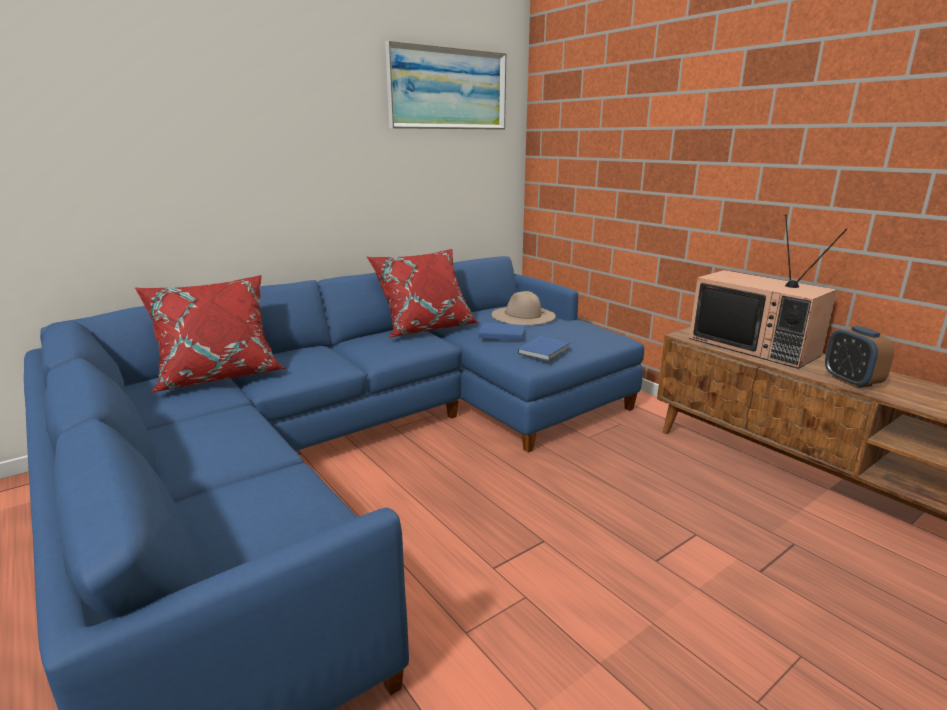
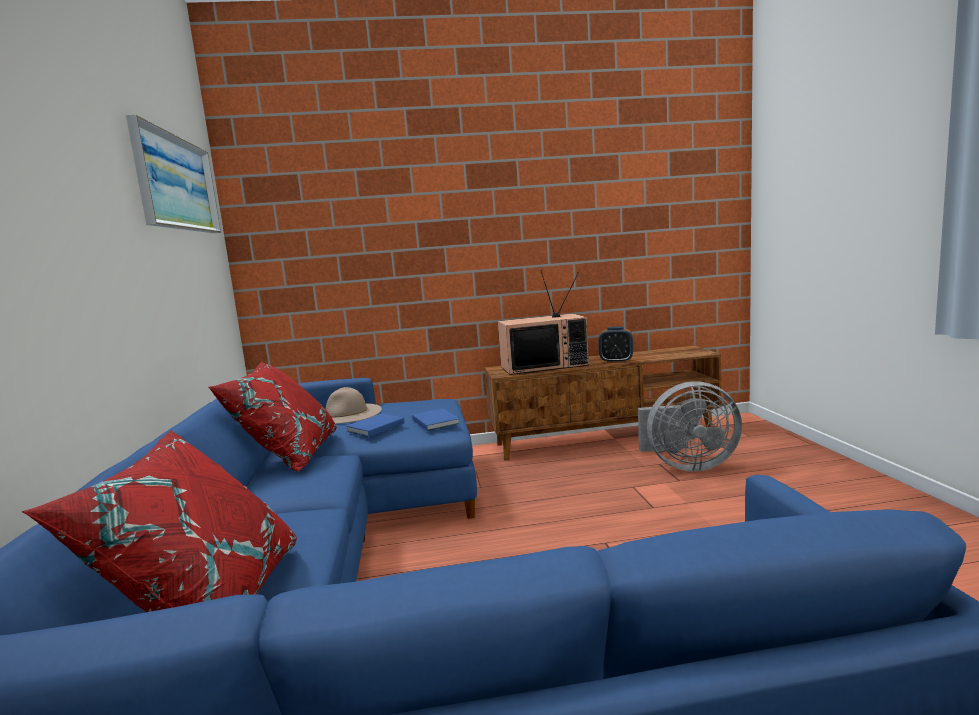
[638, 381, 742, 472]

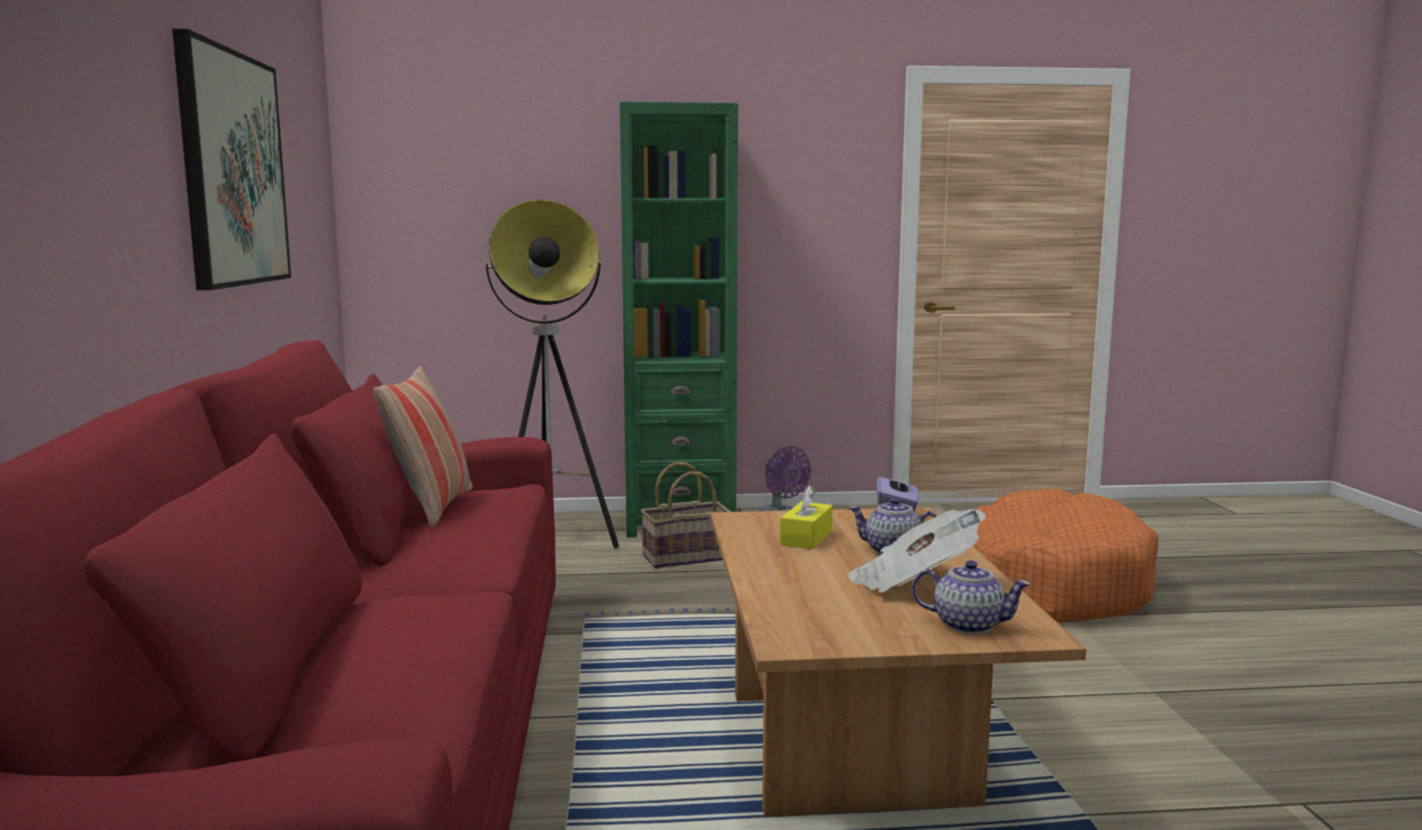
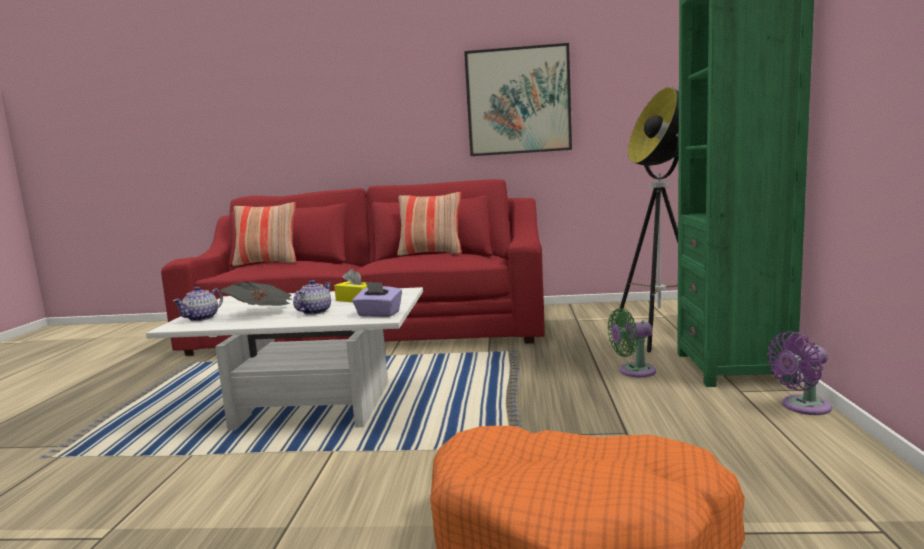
[232, 202, 296, 266]
[608, 308, 656, 377]
[146, 287, 423, 431]

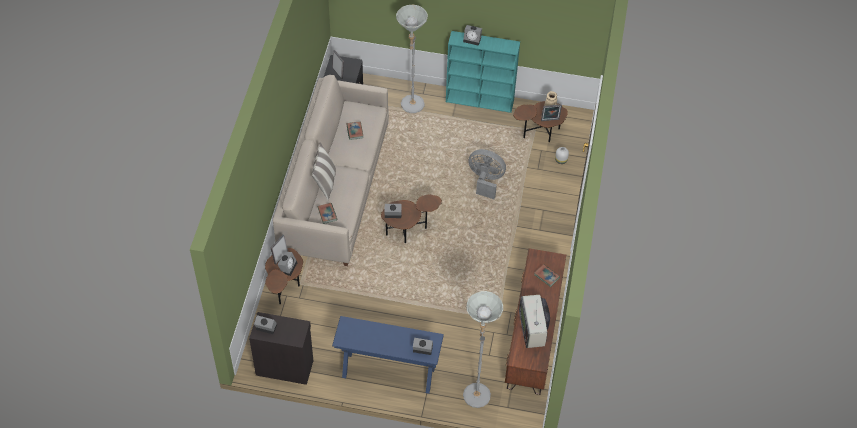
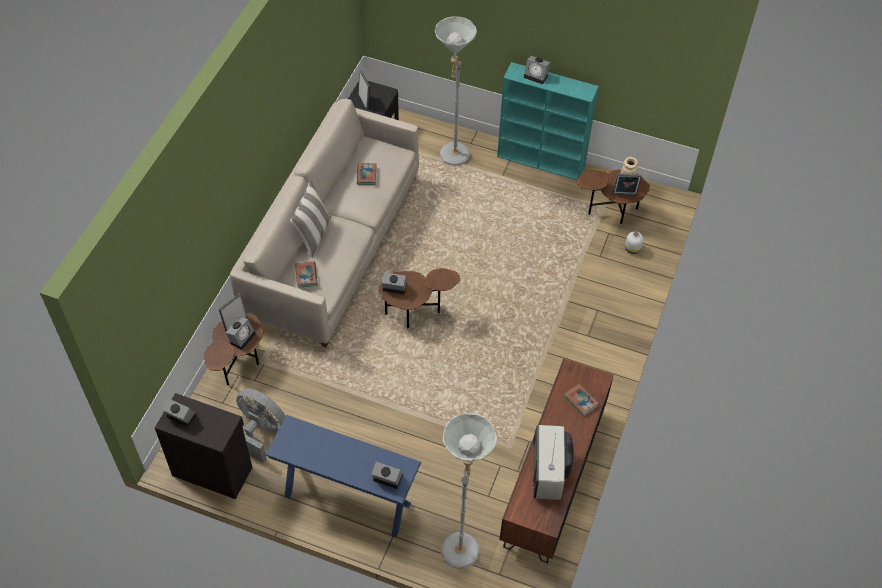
[236, 388, 286, 463]

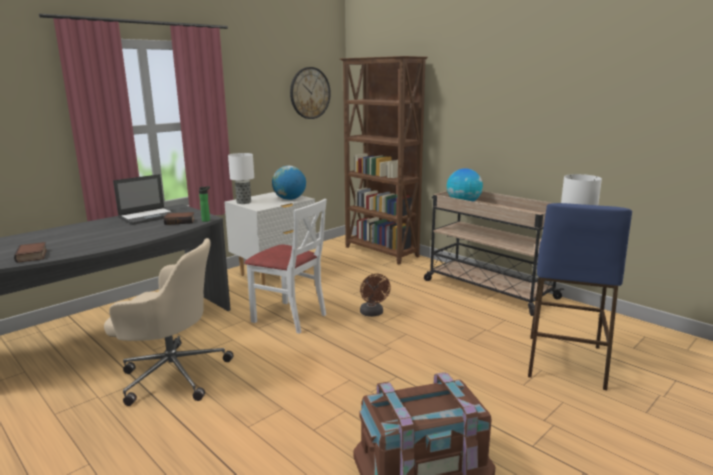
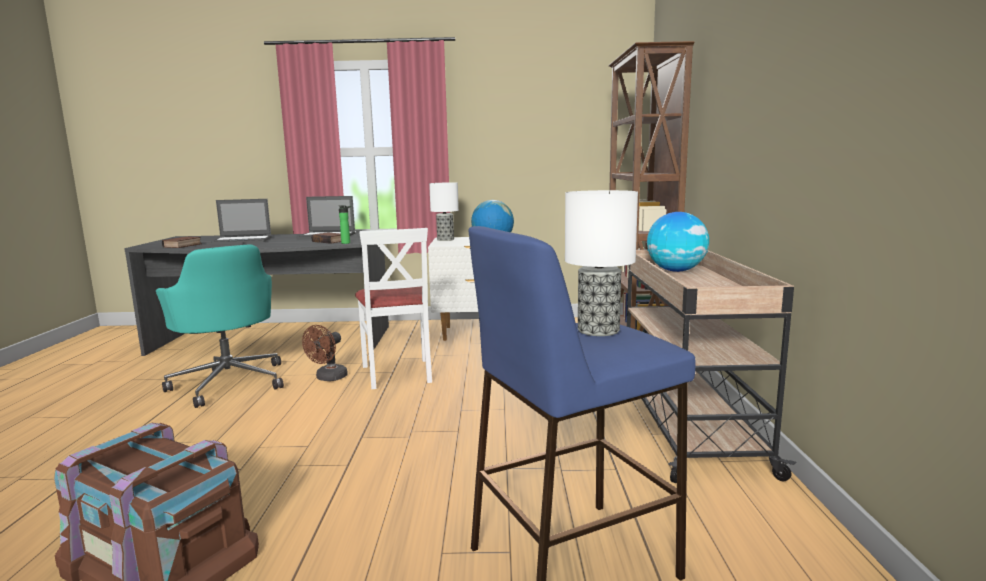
[290, 67, 331, 119] (first image)
[209, 199, 271, 245]
[302, 325, 348, 381]
[156, 244, 284, 408]

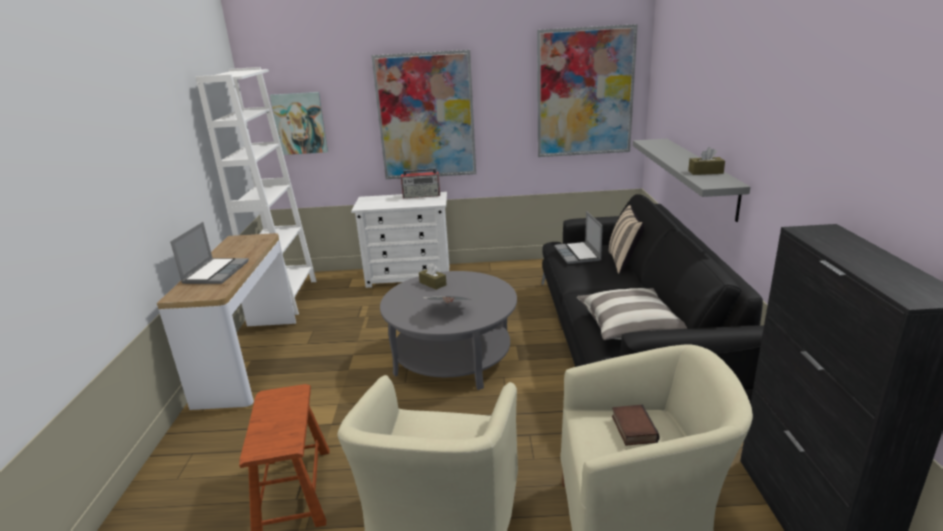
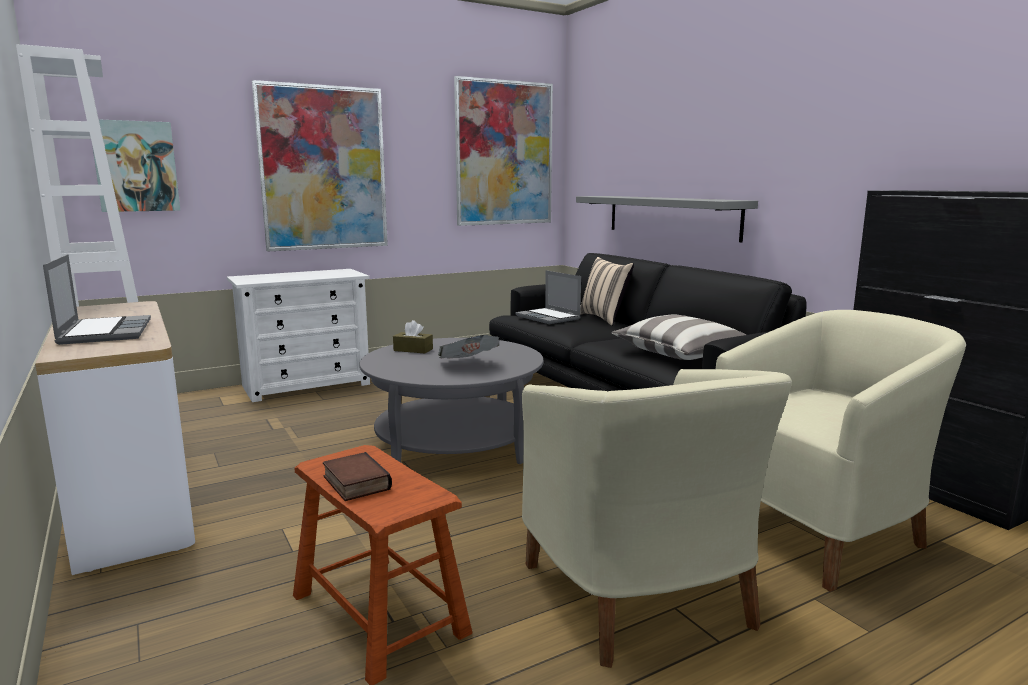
[401, 168, 440, 198] (first image)
[688, 147, 725, 175] (first image)
[323, 452, 392, 501]

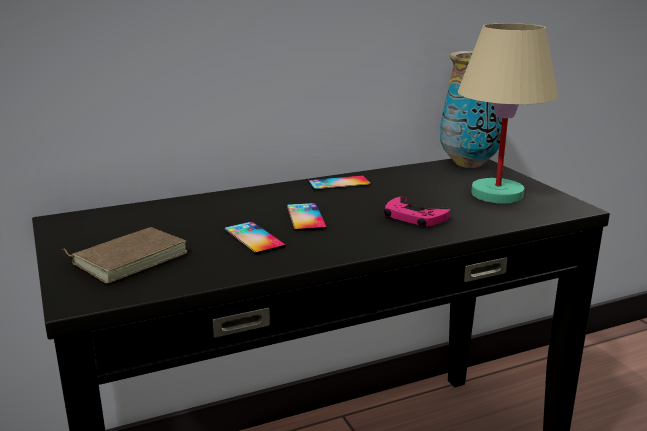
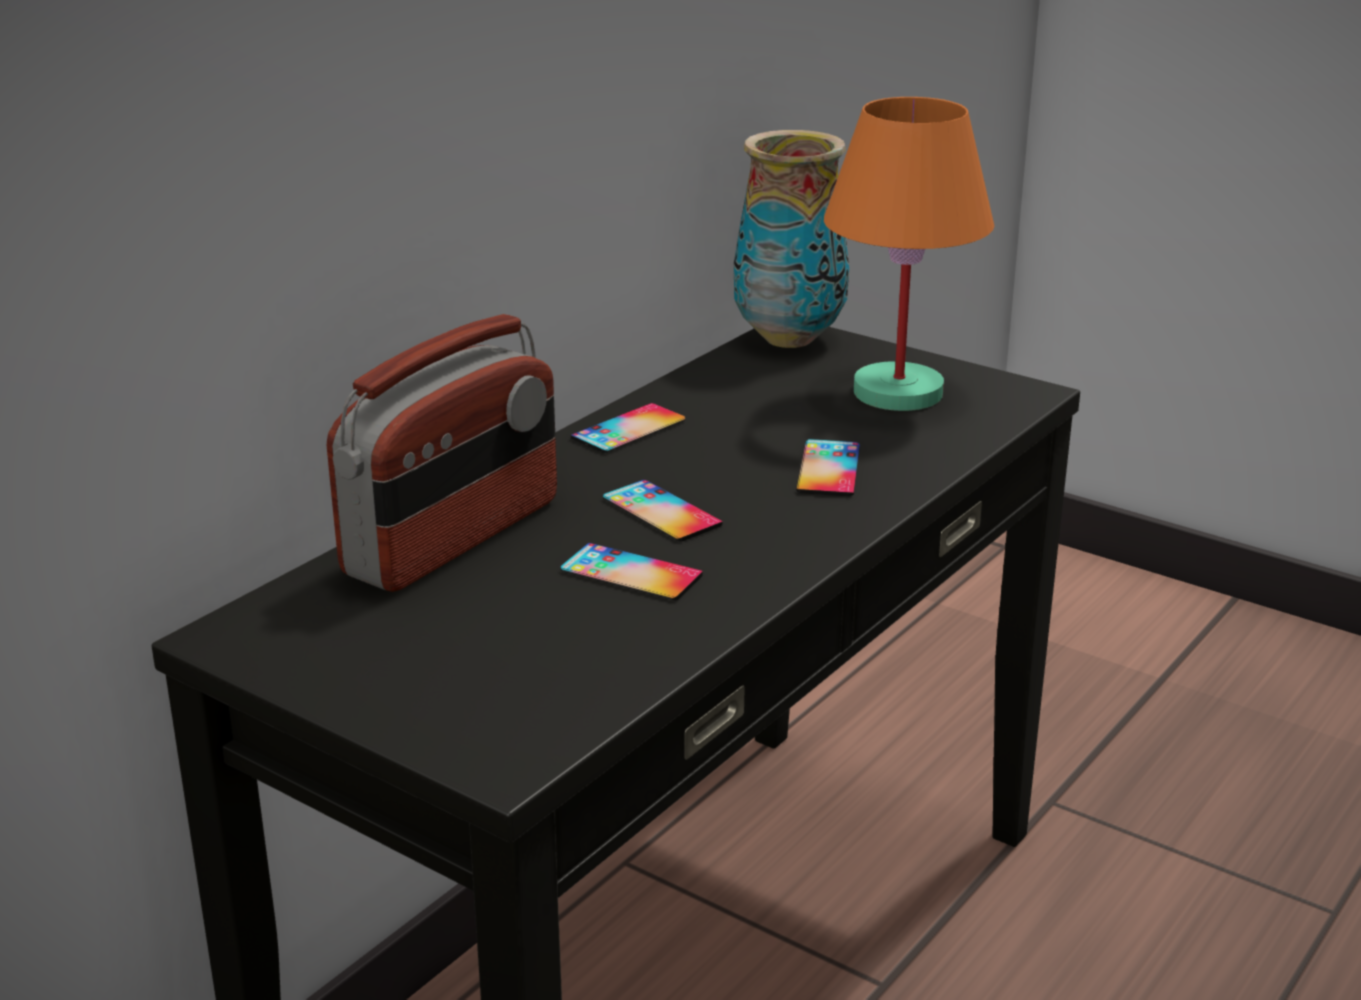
[61, 227, 187, 283] (first image)
[327, 314, 557, 592]
[796, 439, 860, 496]
[824, 97, 994, 411]

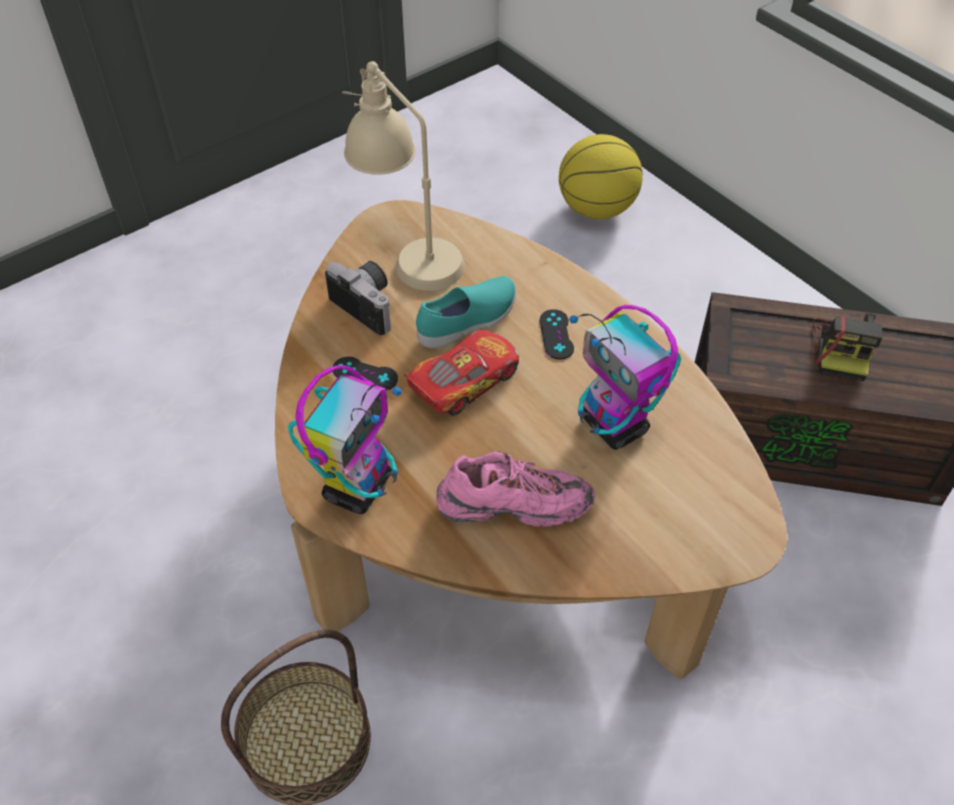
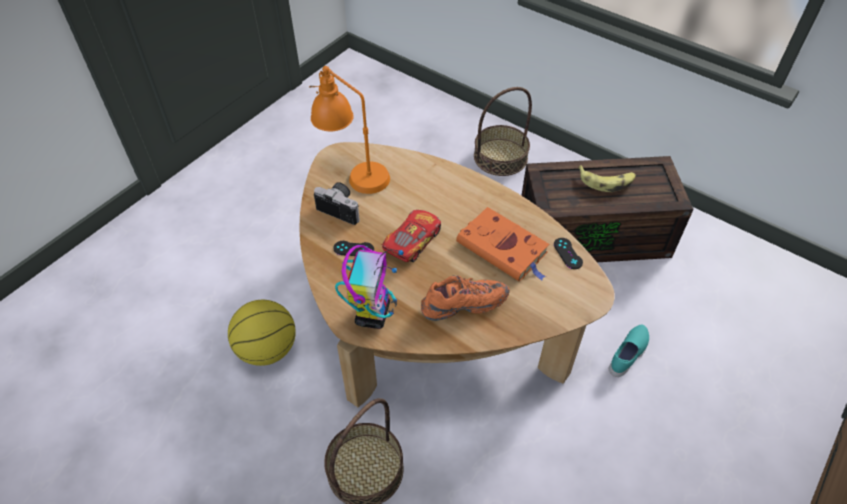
[474, 87, 532, 176]
[609, 325, 649, 377]
[554, 238, 583, 269]
[228, 300, 296, 366]
[456, 207, 550, 282]
[578, 165, 636, 192]
[309, 66, 390, 194]
[421, 276, 510, 321]

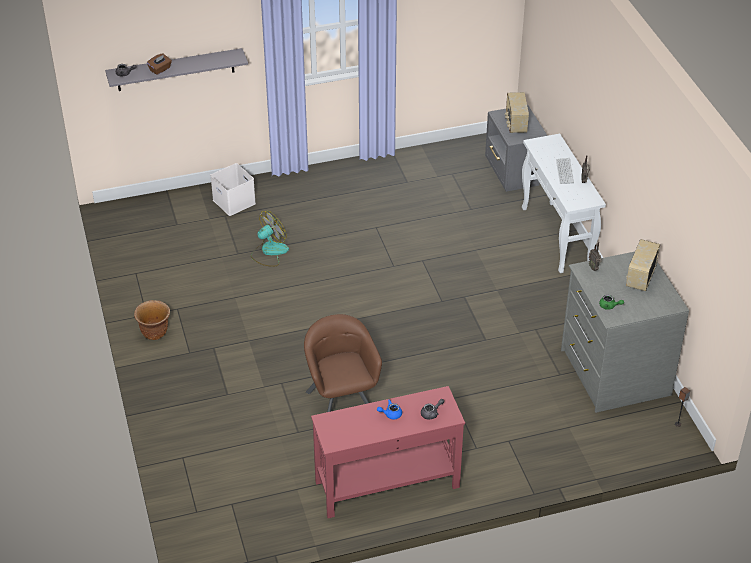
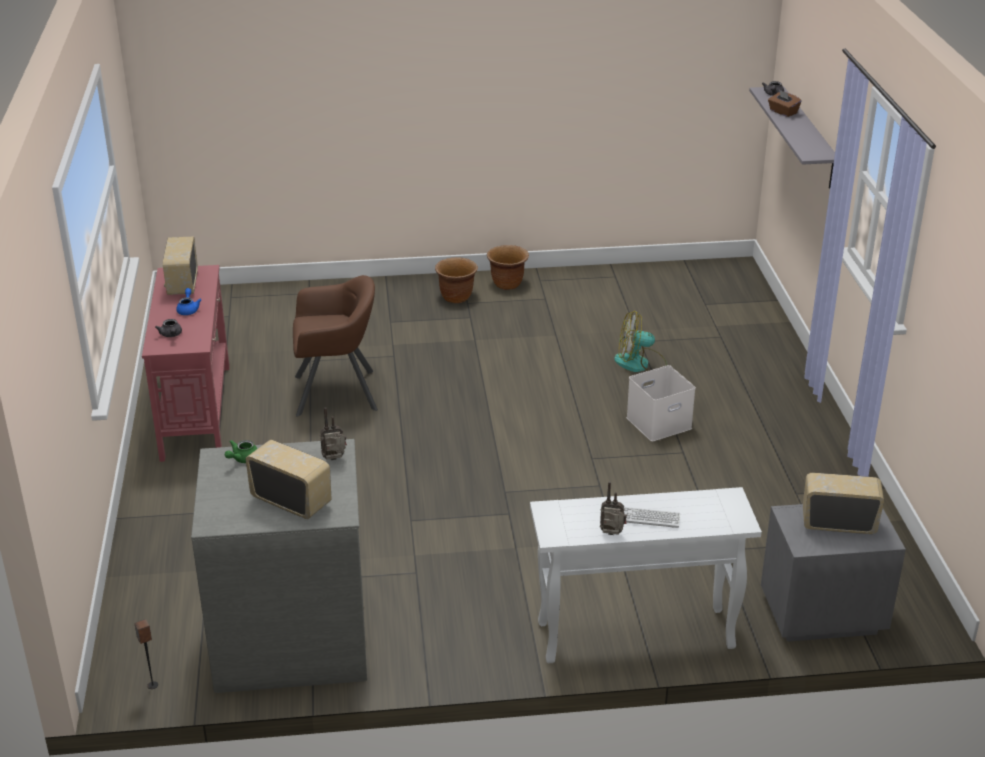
[163, 236, 198, 295]
[435, 257, 478, 303]
[626, 365, 696, 442]
[614, 311, 667, 372]

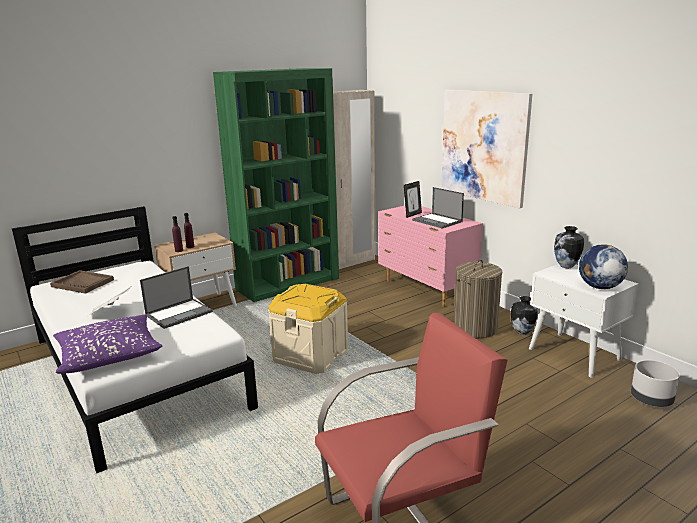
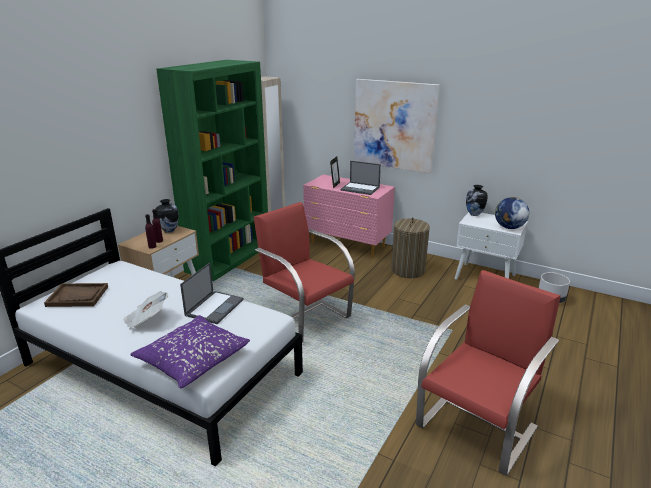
[156, 199, 179, 233]
[254, 202, 355, 343]

